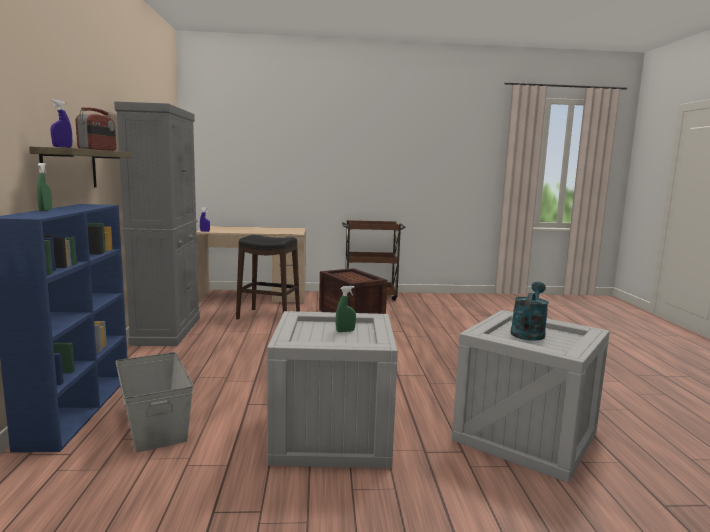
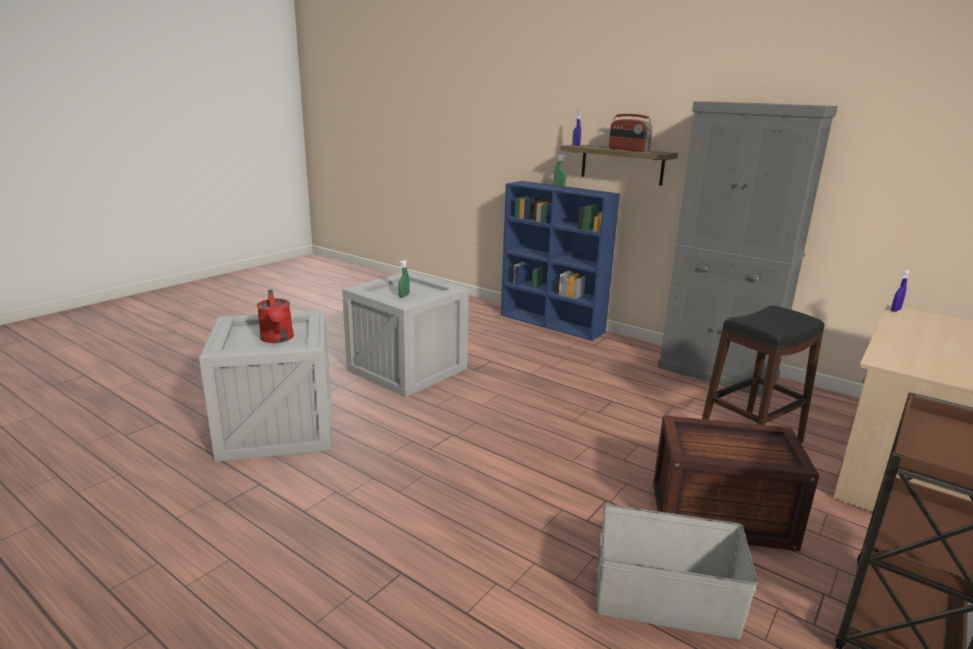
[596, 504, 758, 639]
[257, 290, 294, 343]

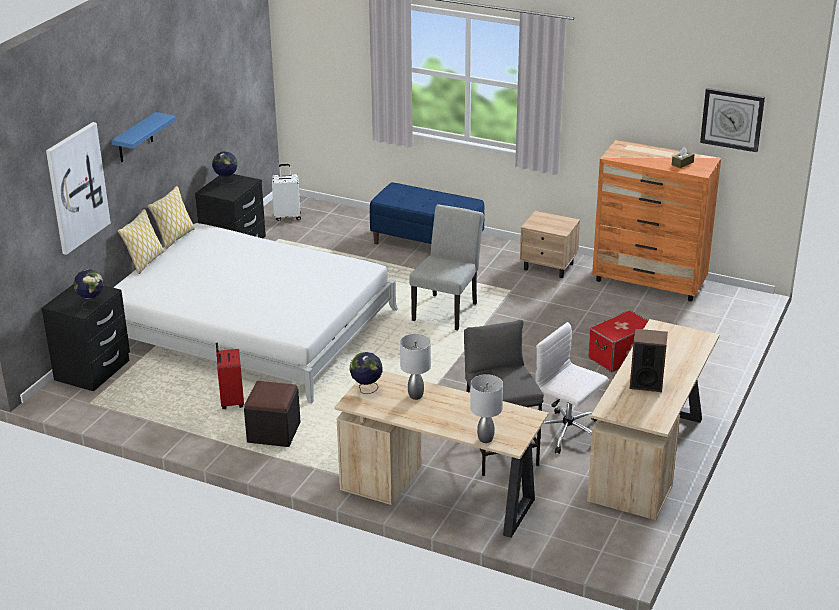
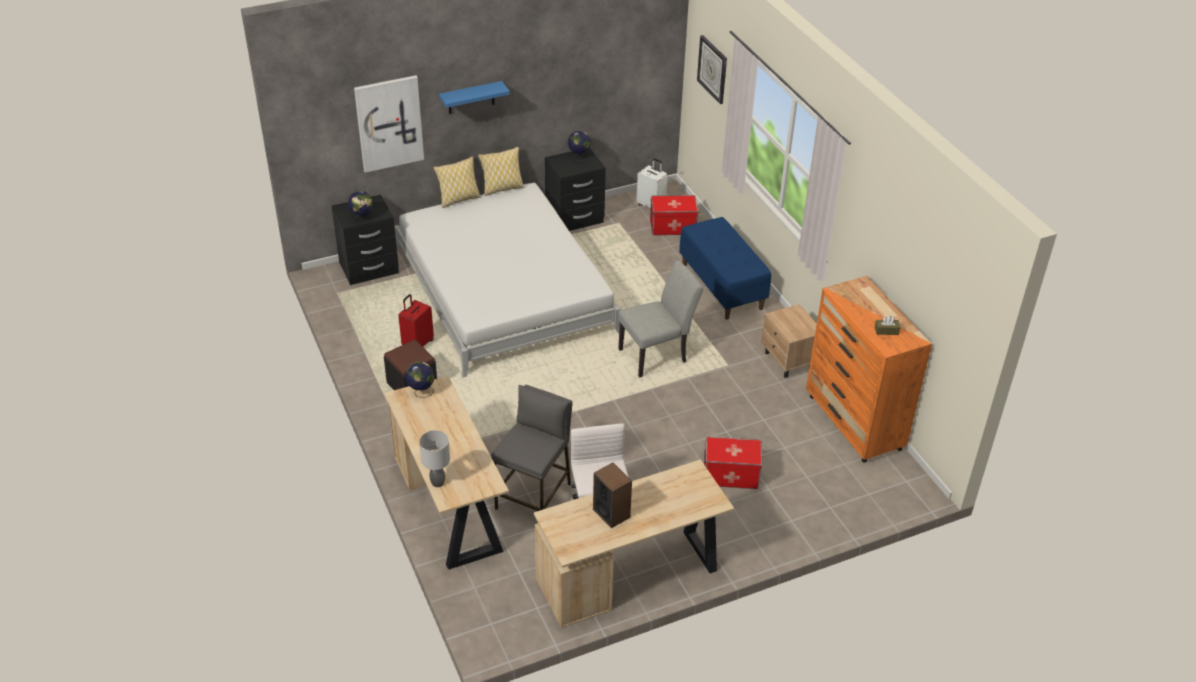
[400, 334, 431, 400] (first image)
[650, 195, 698, 235]
[697, 35, 727, 104]

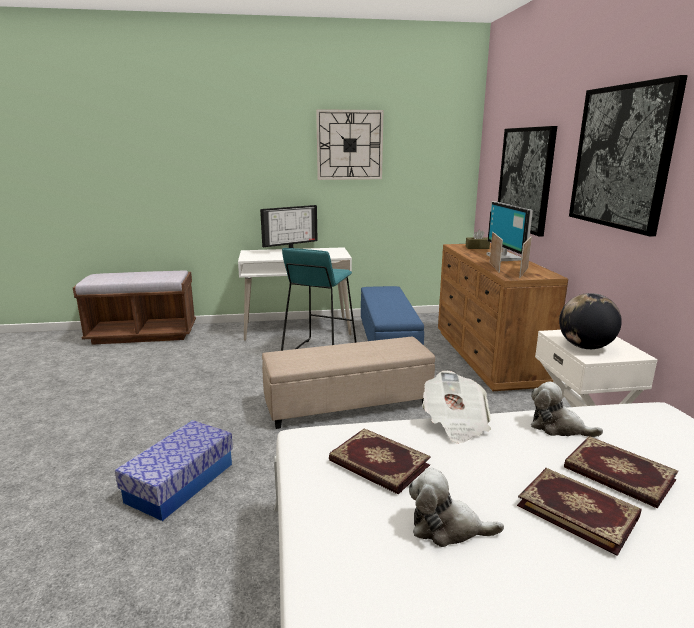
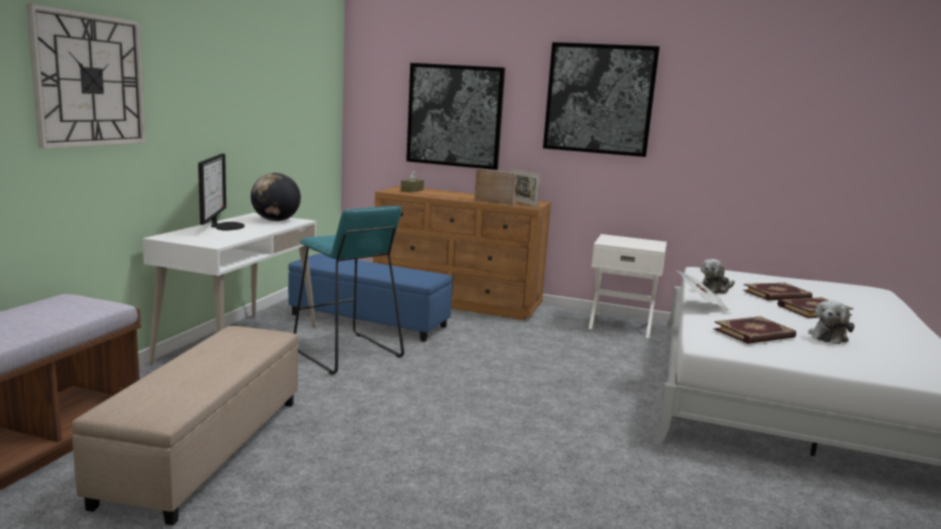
[115, 420, 233, 521] (first image)
[486, 201, 533, 261] (first image)
[72, 326, 298, 525]
[26, 4, 146, 149]
[251, 173, 301, 221]

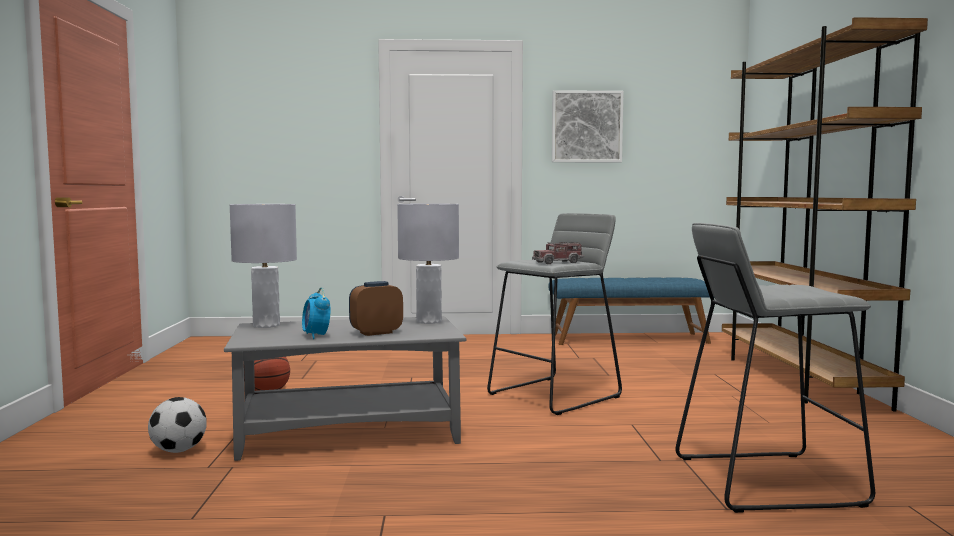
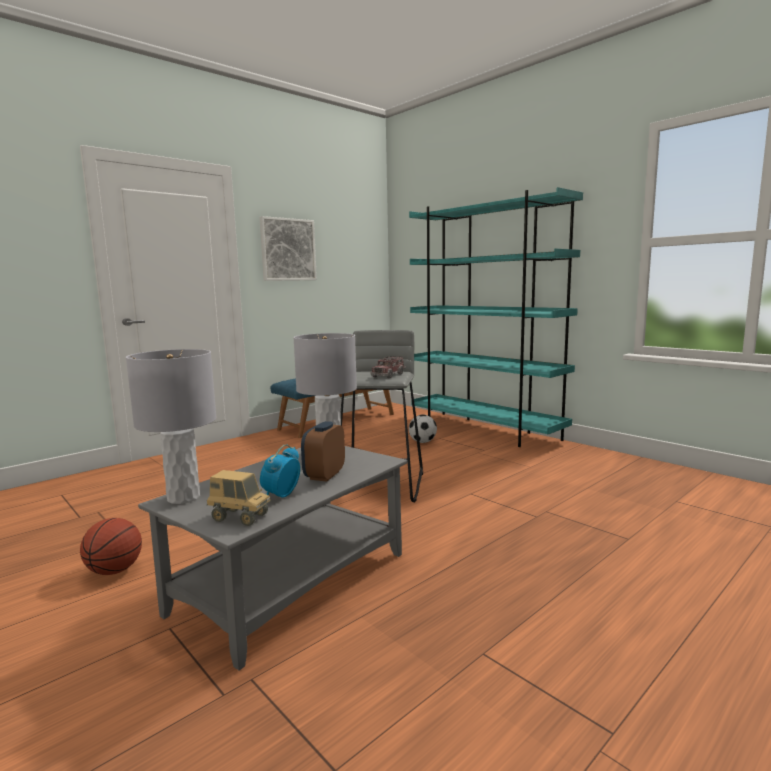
[675, 223, 875, 513] (first image)
[207, 470, 271, 526]
[409, 414, 437, 443]
[409, 187, 583, 447]
[260, 444, 300, 498]

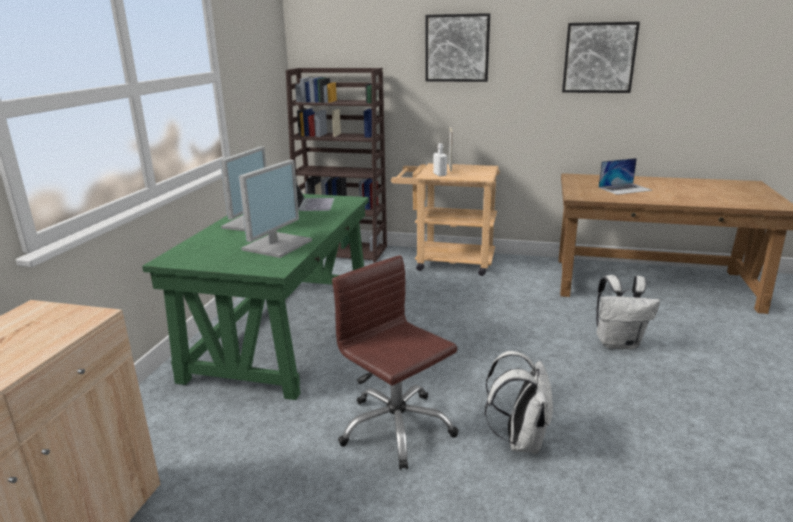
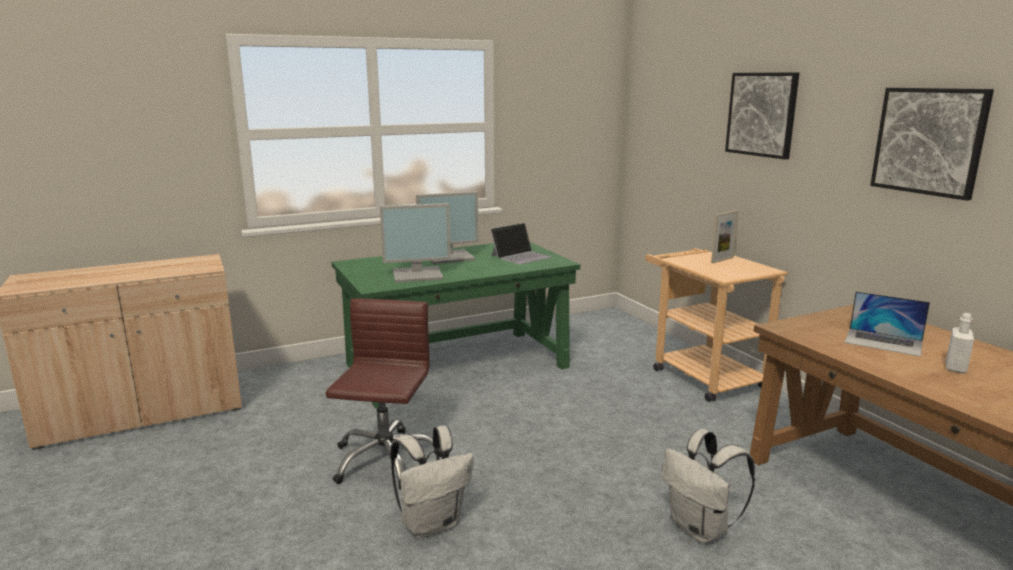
[286, 68, 387, 263] (first image)
[946, 313, 974, 373]

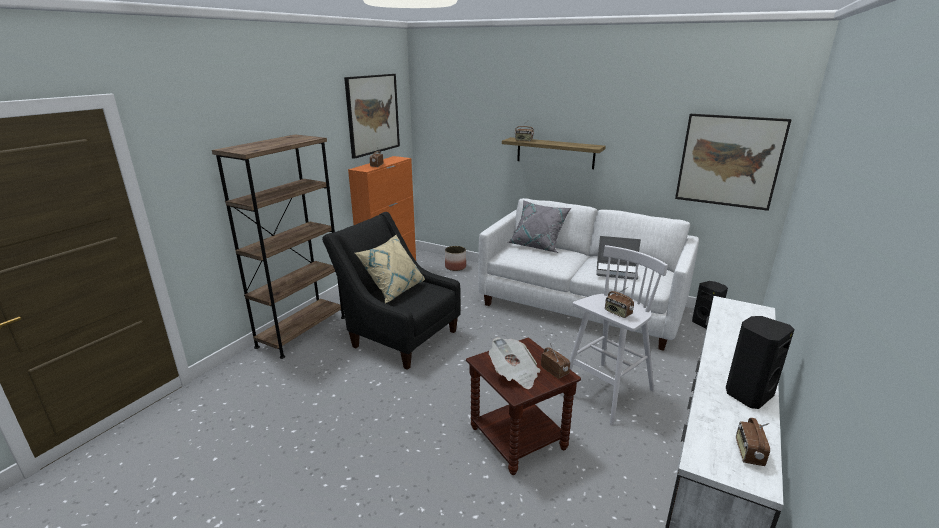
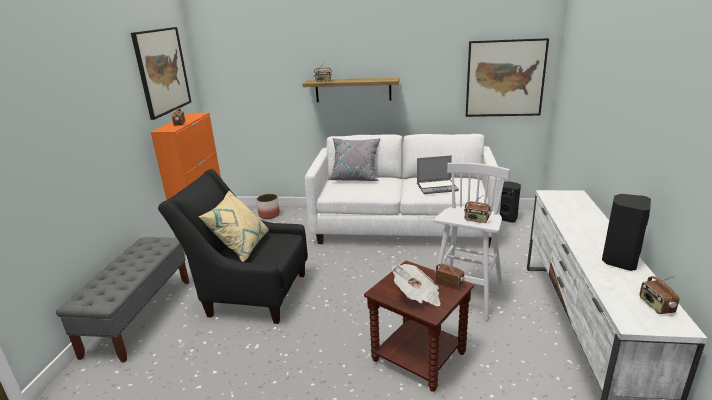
[56, 237, 189, 362]

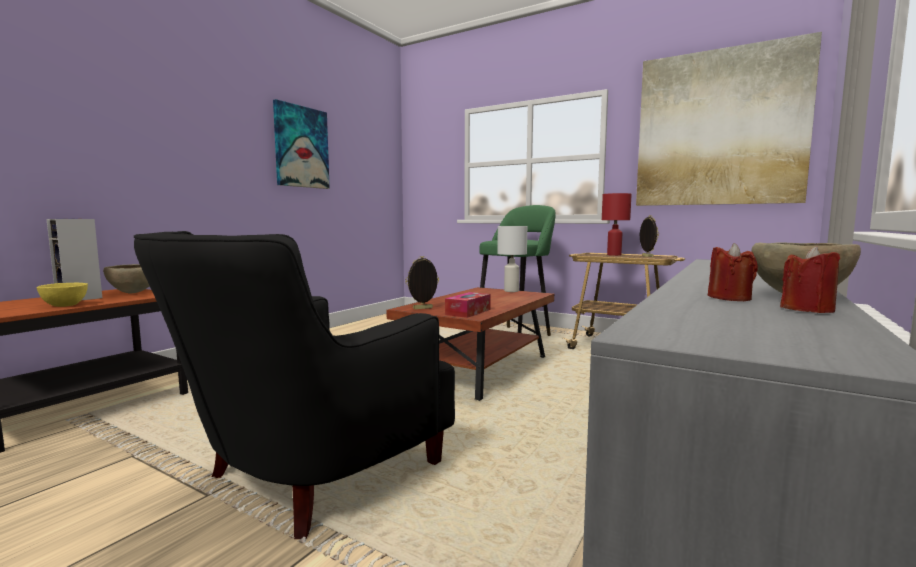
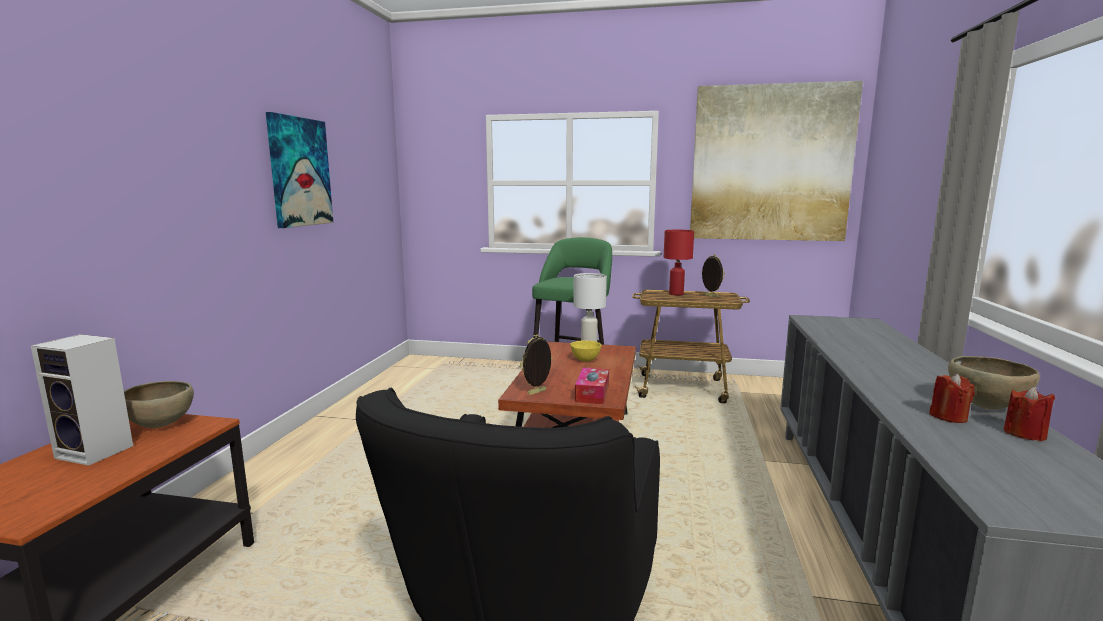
[570, 341, 601, 362]

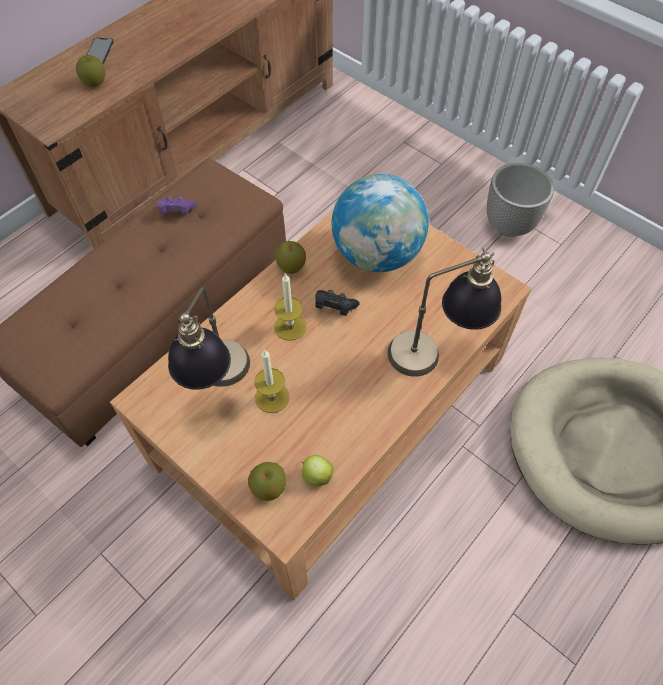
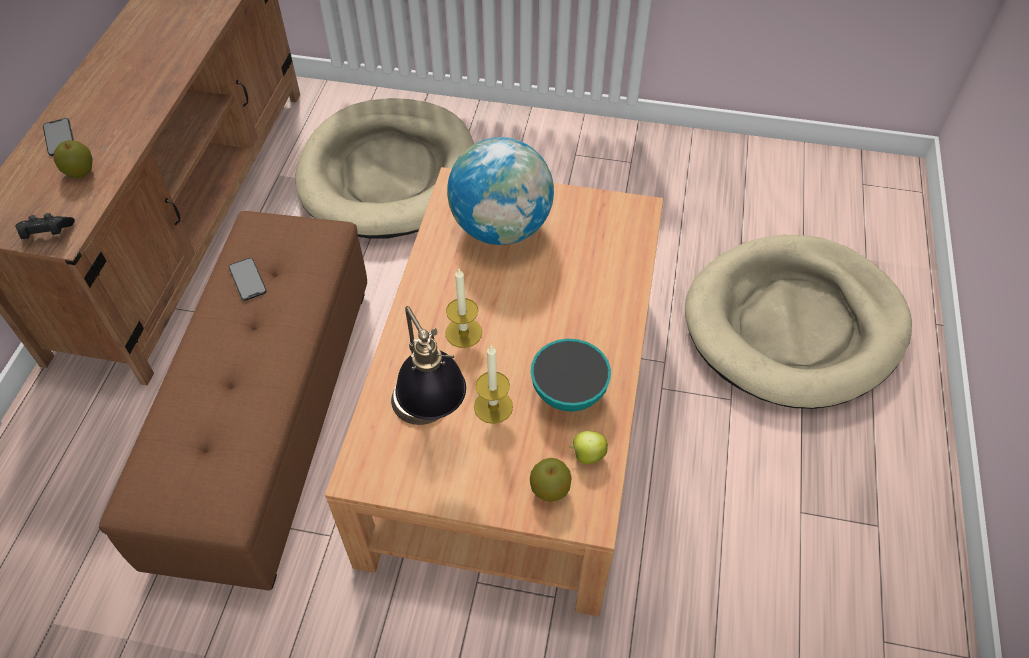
[275, 241, 306, 274] (first image)
[388, 246, 501, 377] (first image)
[487, 163, 554, 237] (first image)
[295, 98, 474, 239]
[531, 339, 611, 412]
[15, 213, 75, 239]
[229, 258, 266, 301]

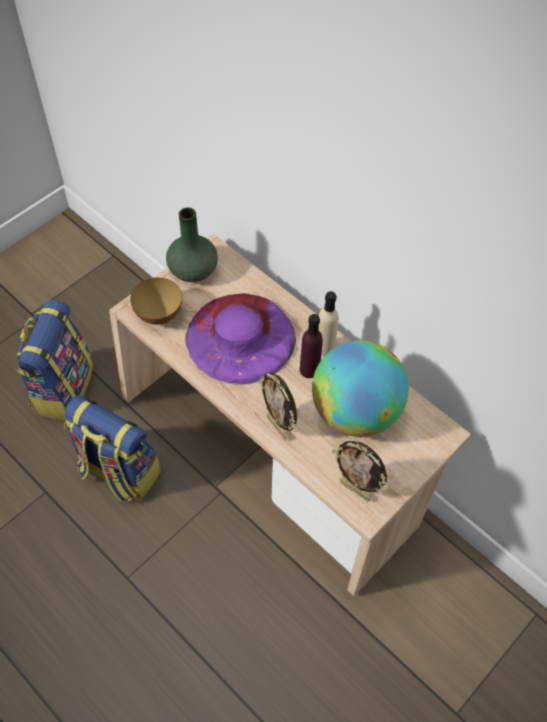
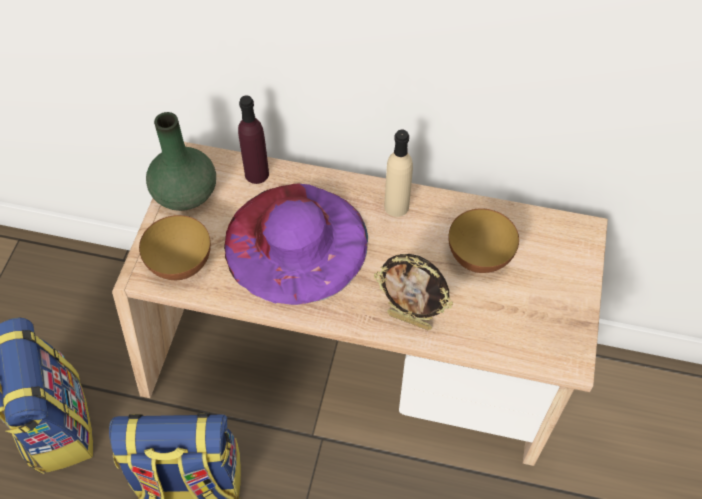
[332, 441, 389, 501] (first image)
[238, 96, 269, 184]
[448, 208, 519, 273]

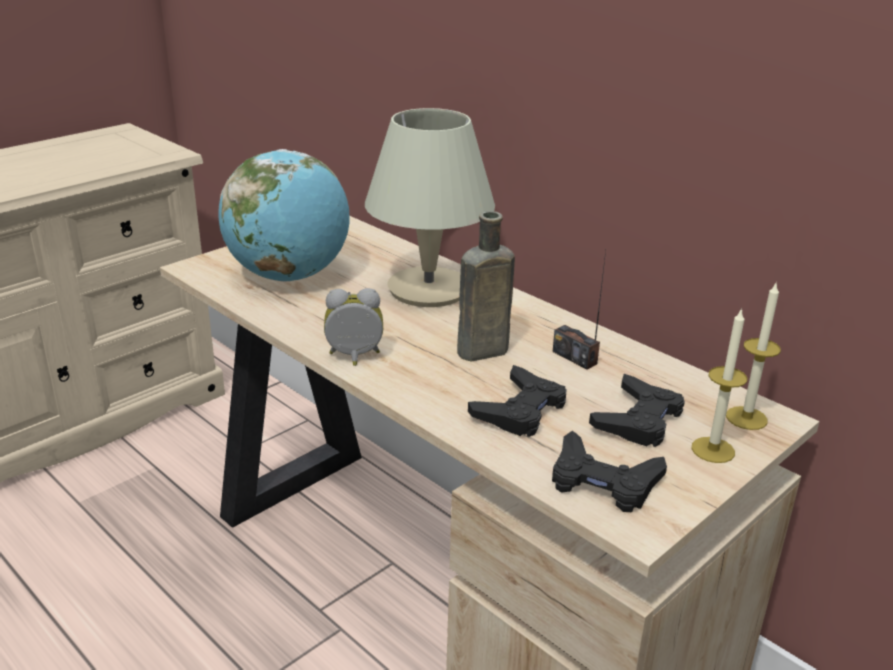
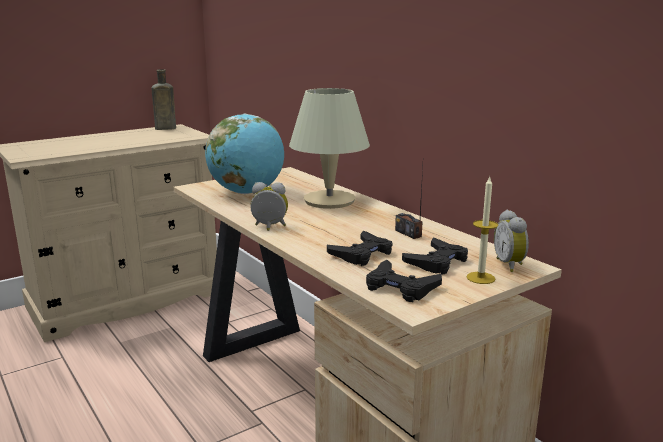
[151, 69, 176, 130]
[494, 210, 529, 272]

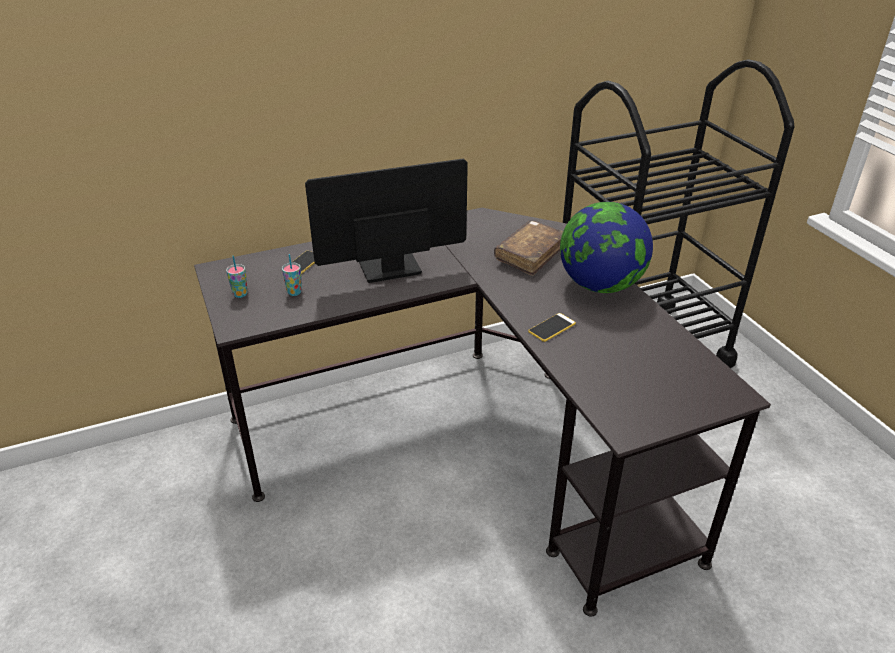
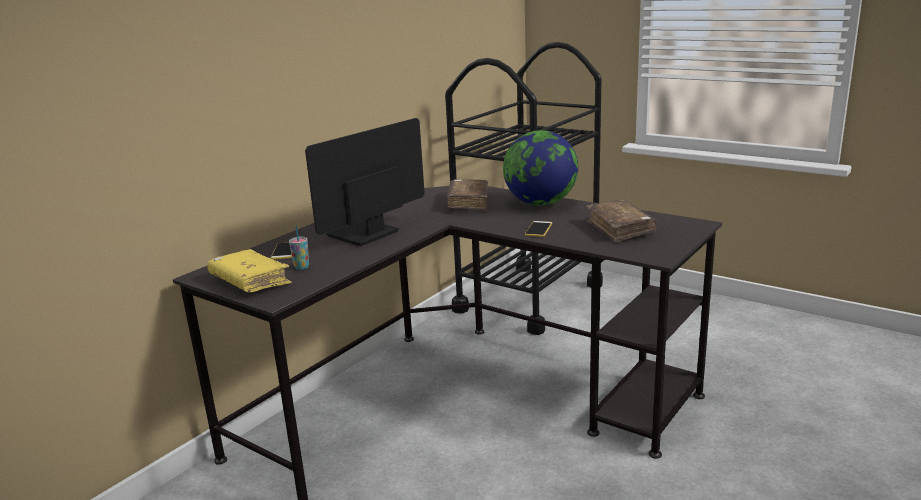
[586, 199, 657, 243]
[207, 249, 291, 292]

